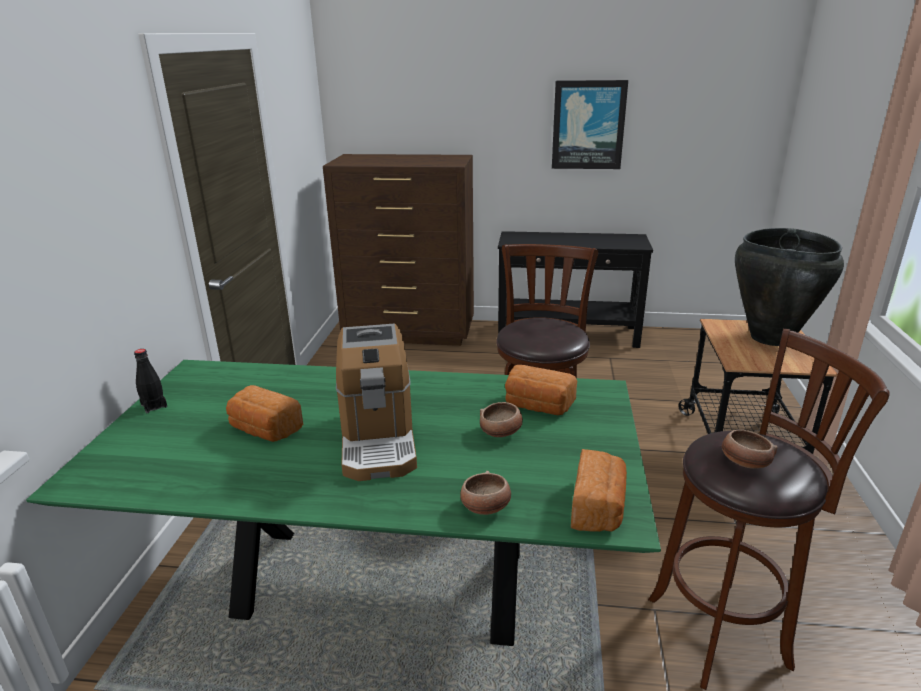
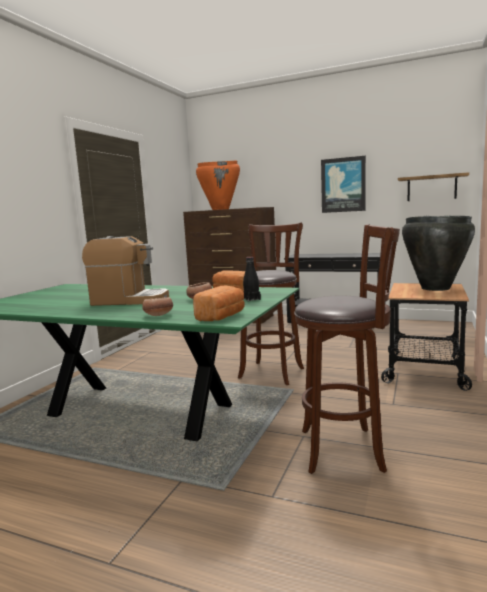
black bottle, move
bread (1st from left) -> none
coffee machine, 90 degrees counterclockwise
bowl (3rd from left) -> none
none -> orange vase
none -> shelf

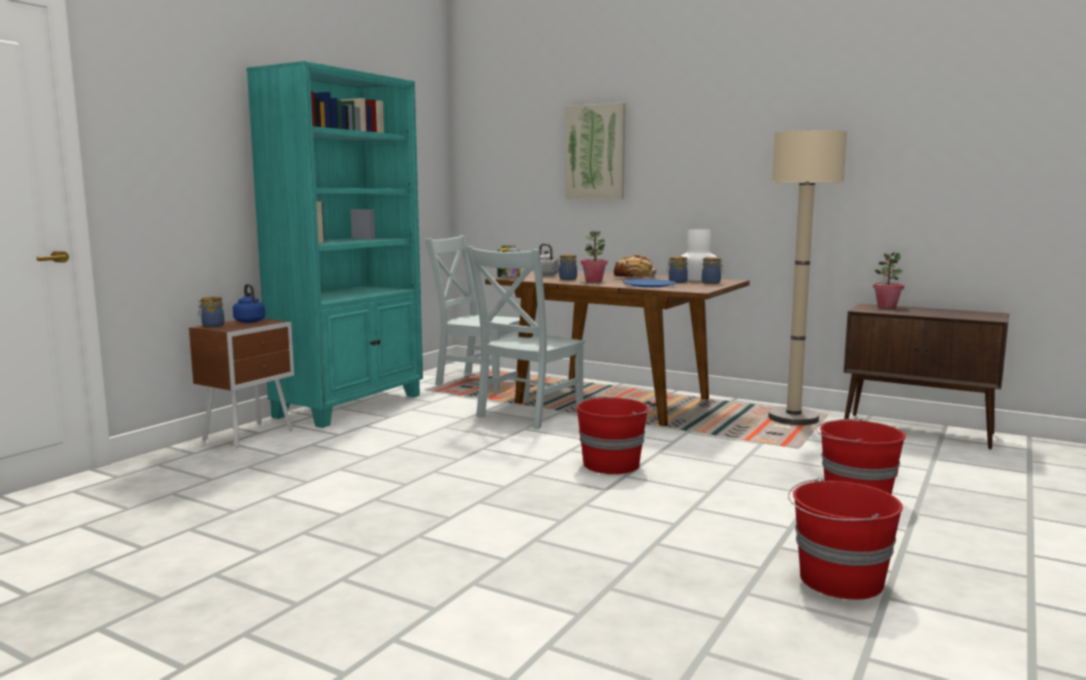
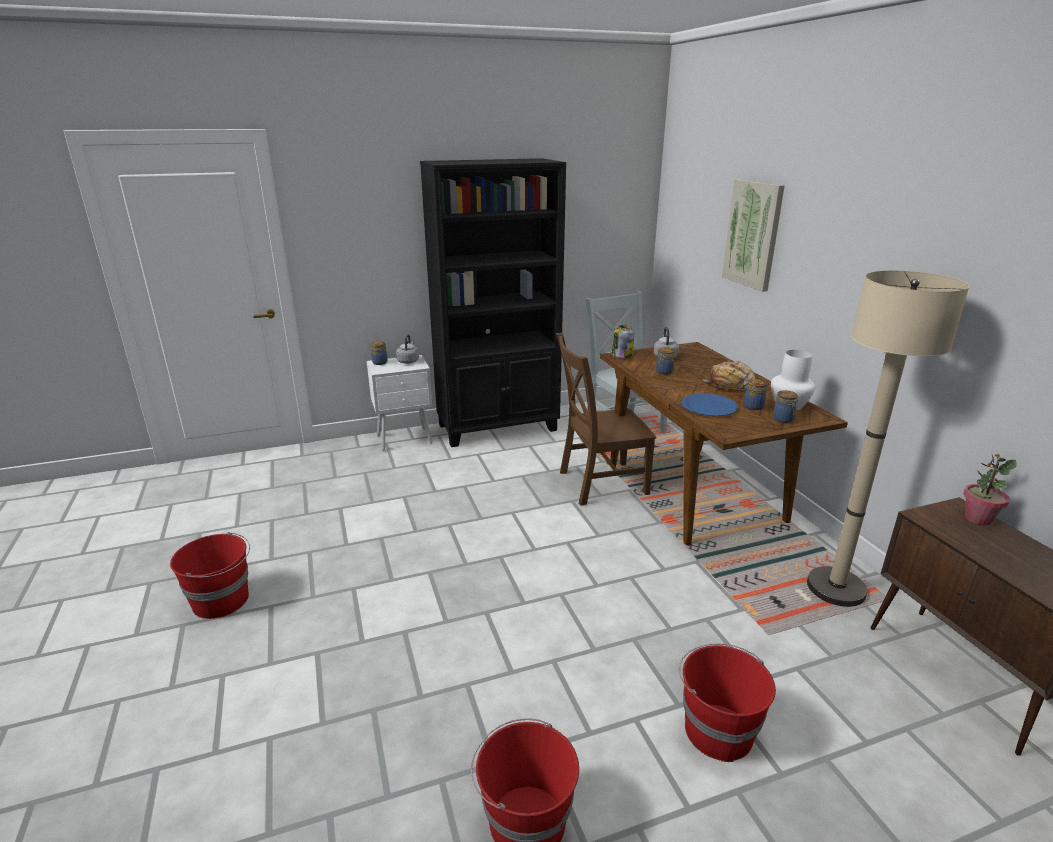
brown nightstand -> white nightstand
blue kettle -> grey kettle (1st from left)
turquoise bookcase -> black bookcase
grey chair (2nd from left) -> brown chair
red bucket (1st from left), move
potted plant (1st from left) -> none

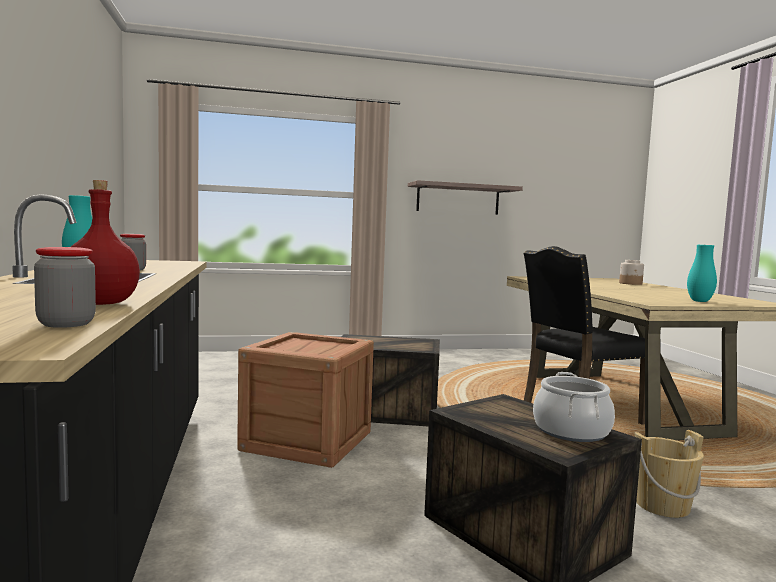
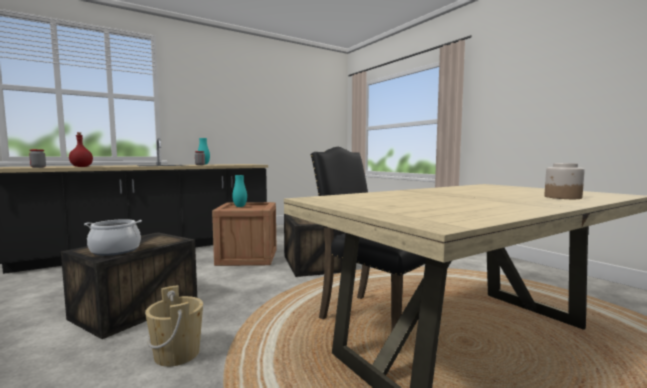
shelf -> none
turquoise vase (2nd from left), move

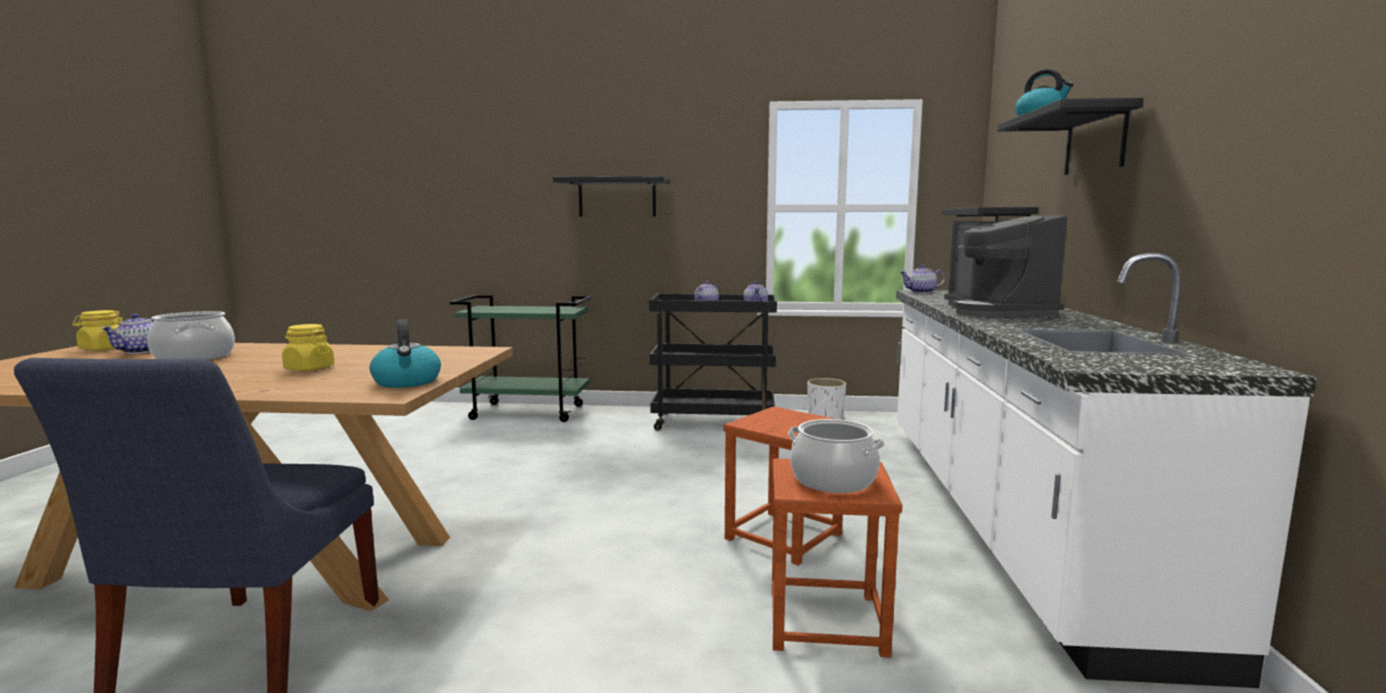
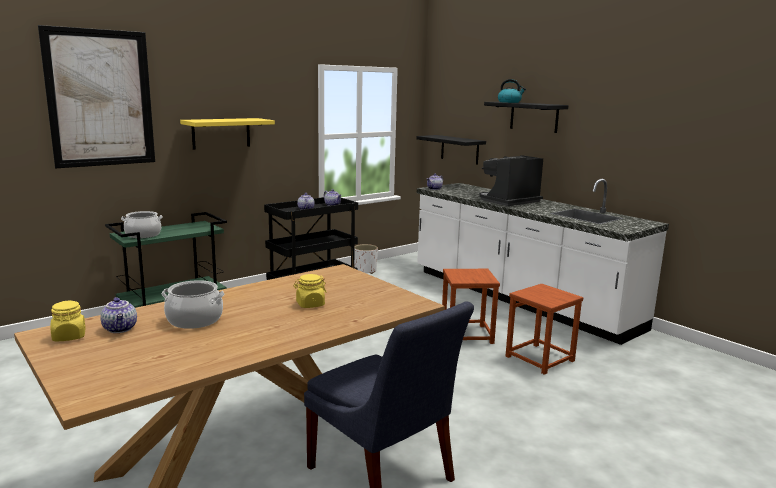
kettle (1st from left) -> none
black shelf (1st from left) -> yellow shelf
cooking pot (2nd from left in the first image) -> cooking pot (1st from left), move
coffee machine, 105 degrees clockwise
none -> picture

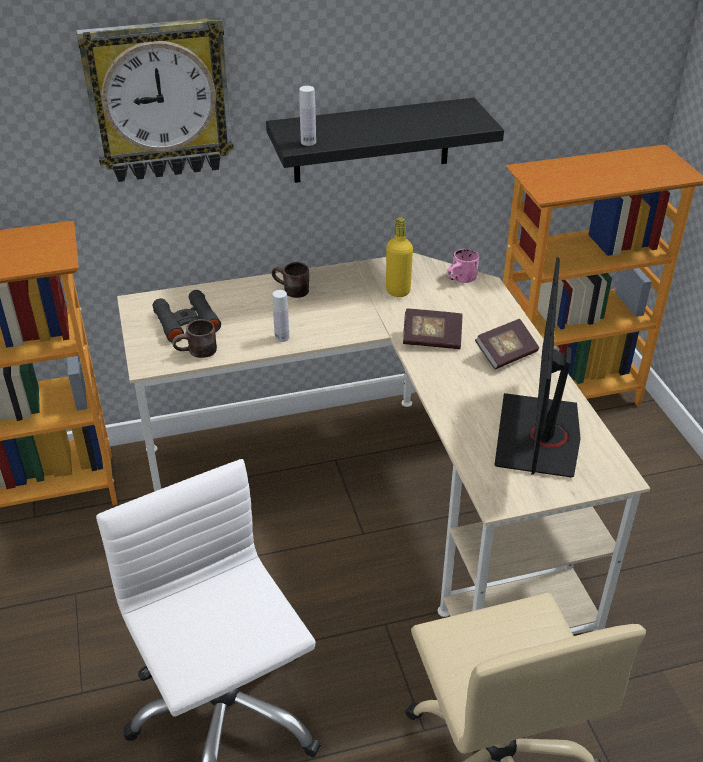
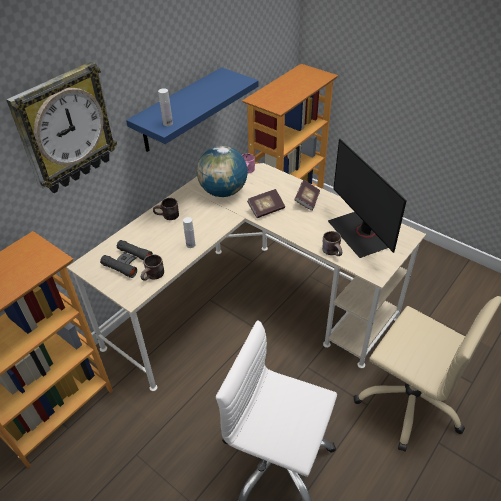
black shelf -> blue shelf
yellow bottle -> globe
none -> brown mug (3rd from left)

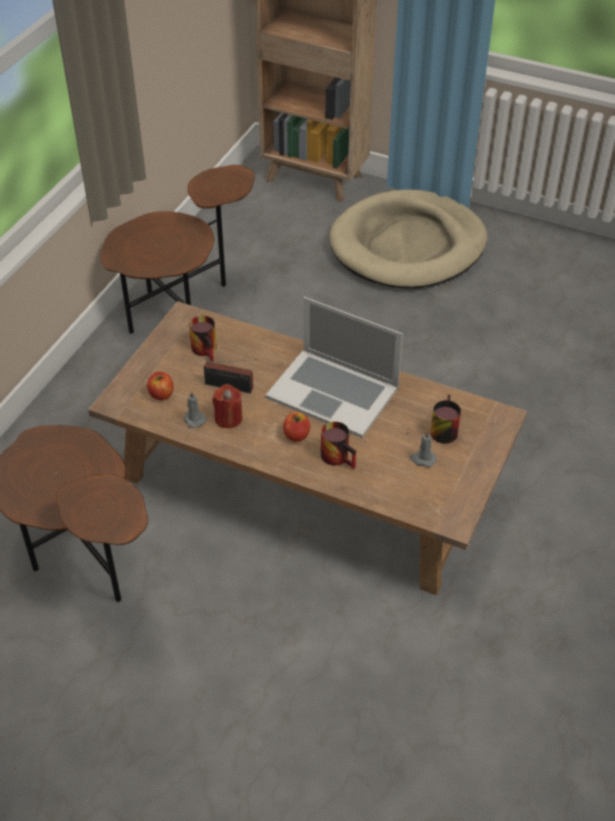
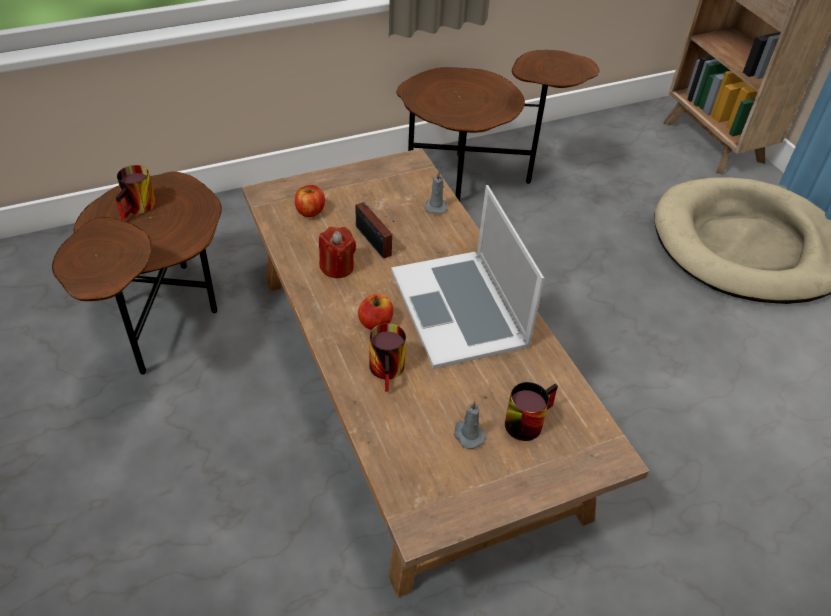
grey candle (1st from left), move
mug (1st from left), move

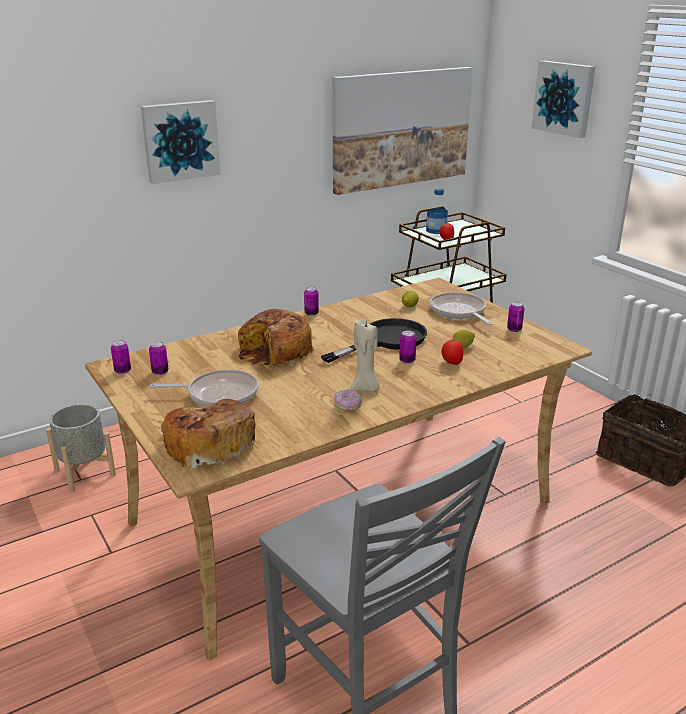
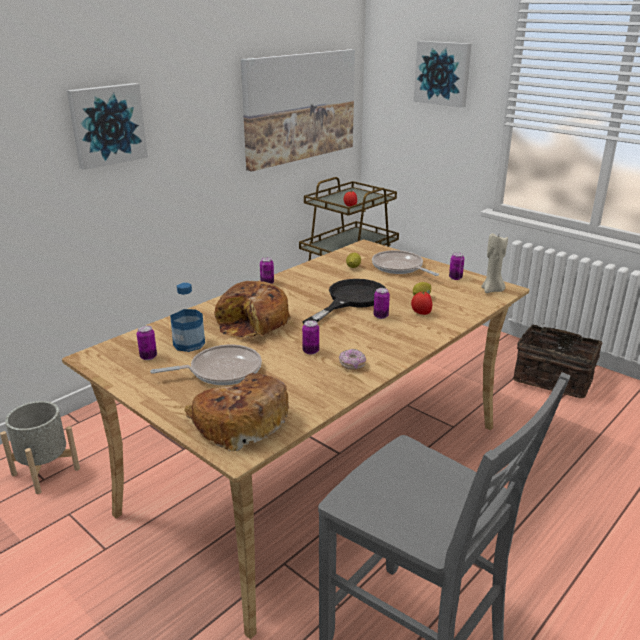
can (1st from left in the first image) -> can (3rd from left), move
beige candle, move
bottle, move

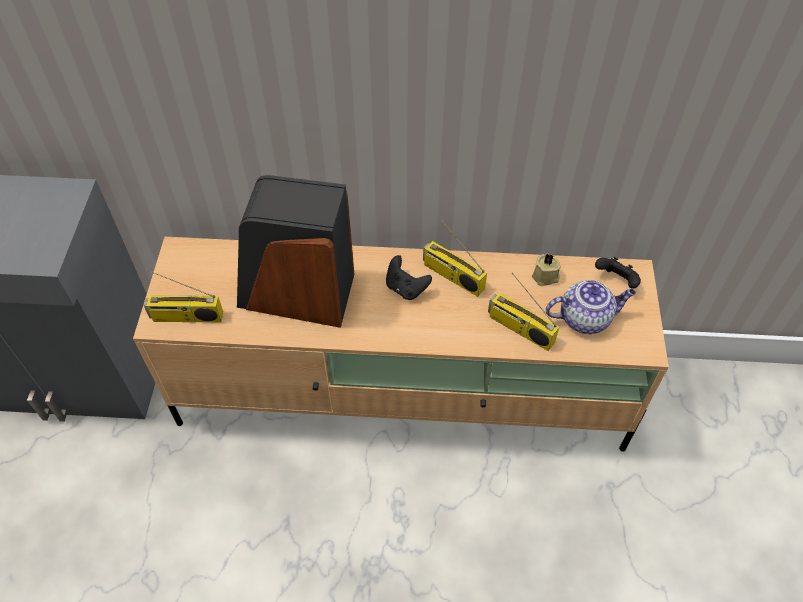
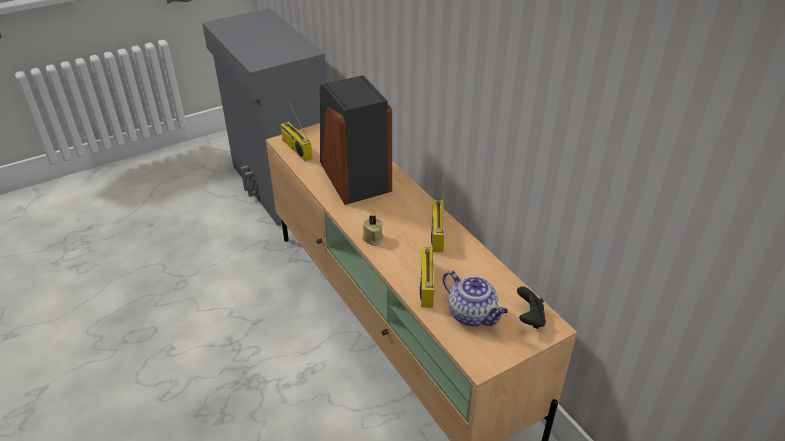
black game controller (1st from left) -> none
beige candle, move

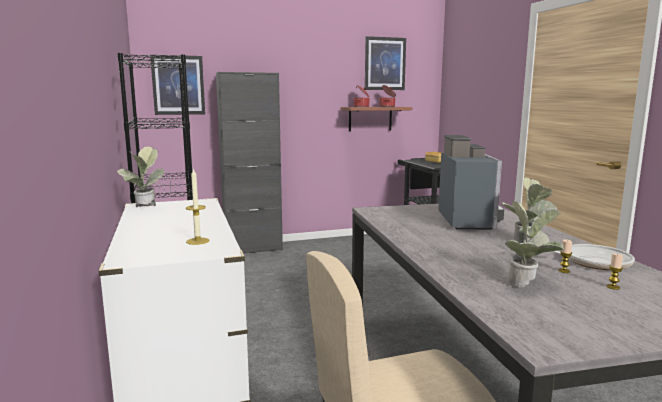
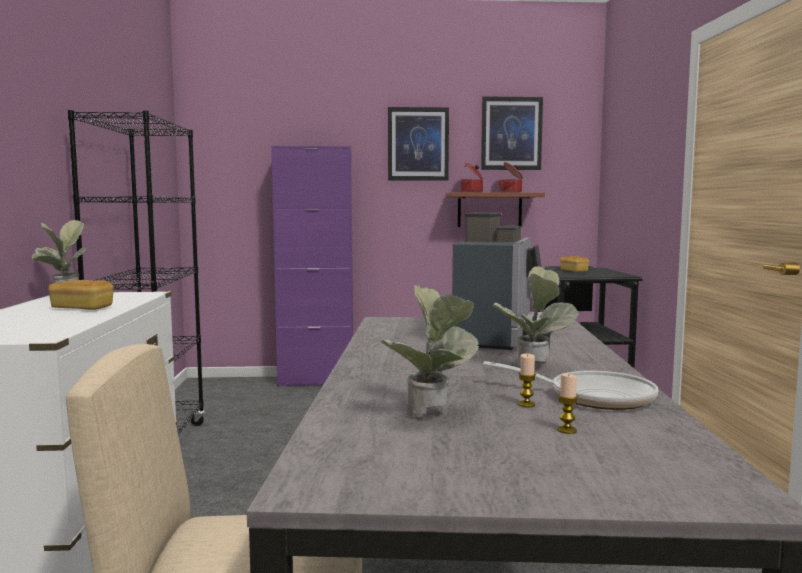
picture (1st from left), move
candle (1st from left) -> none
black cabinet -> purple cabinet
none -> bread (1st from left)

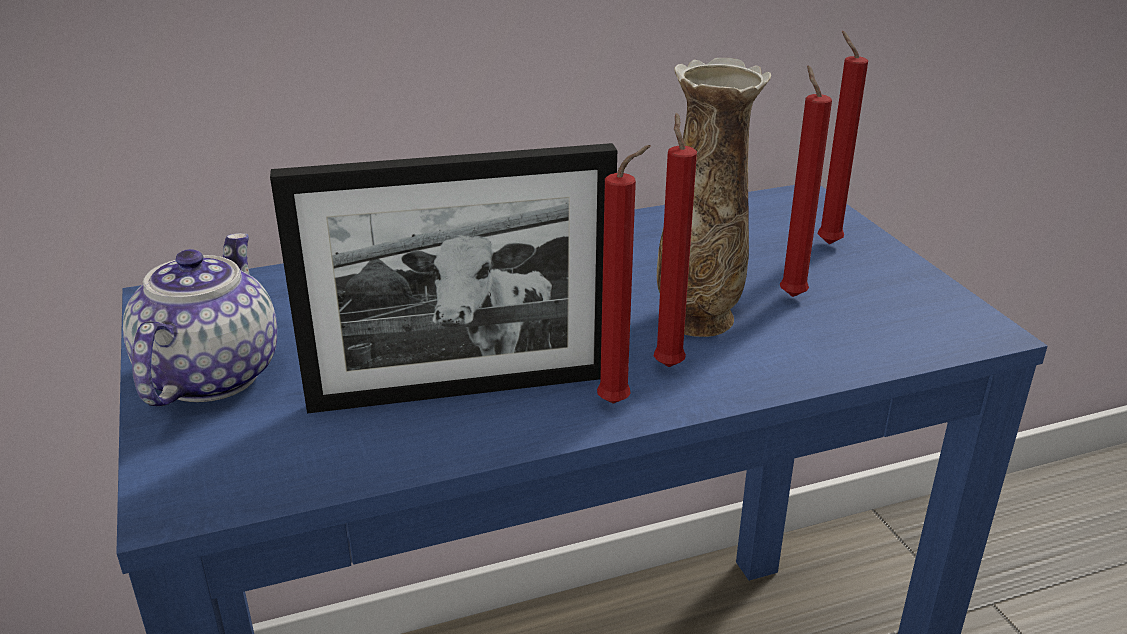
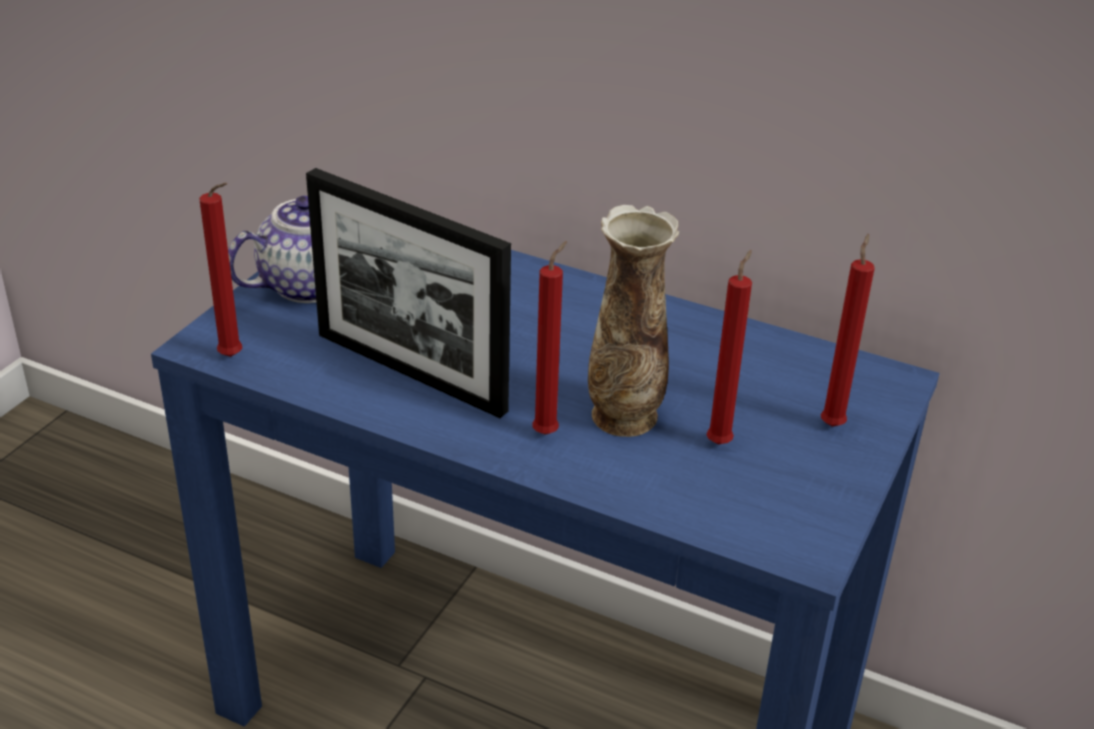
red candle (1st from left), move

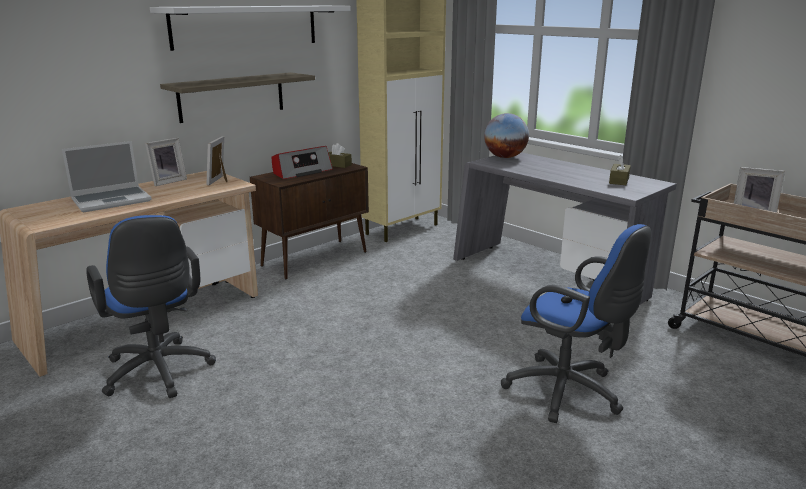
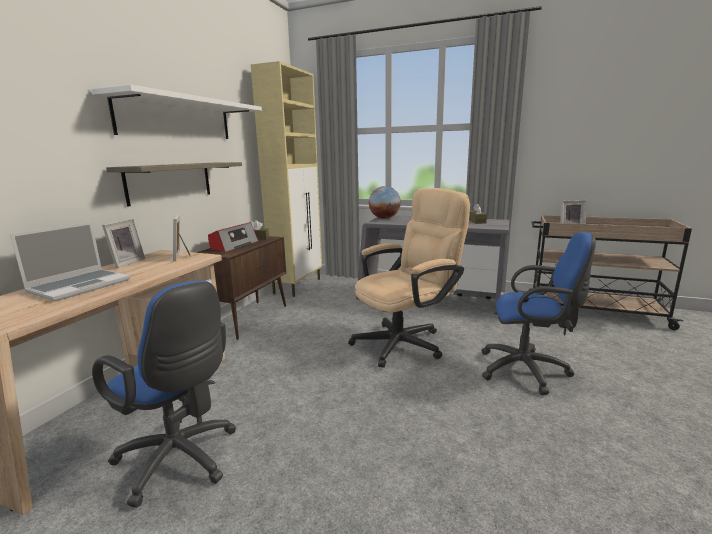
none -> beige office chair

